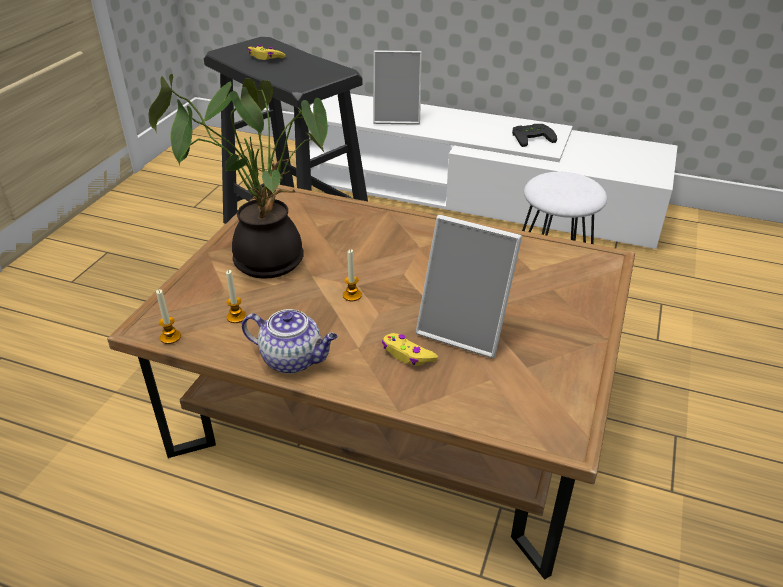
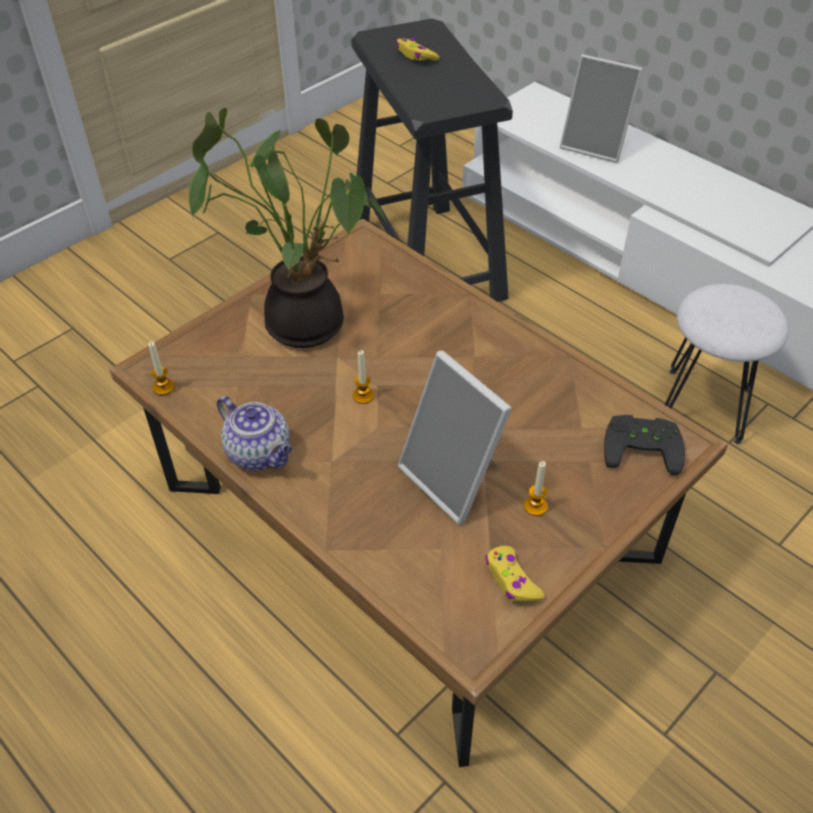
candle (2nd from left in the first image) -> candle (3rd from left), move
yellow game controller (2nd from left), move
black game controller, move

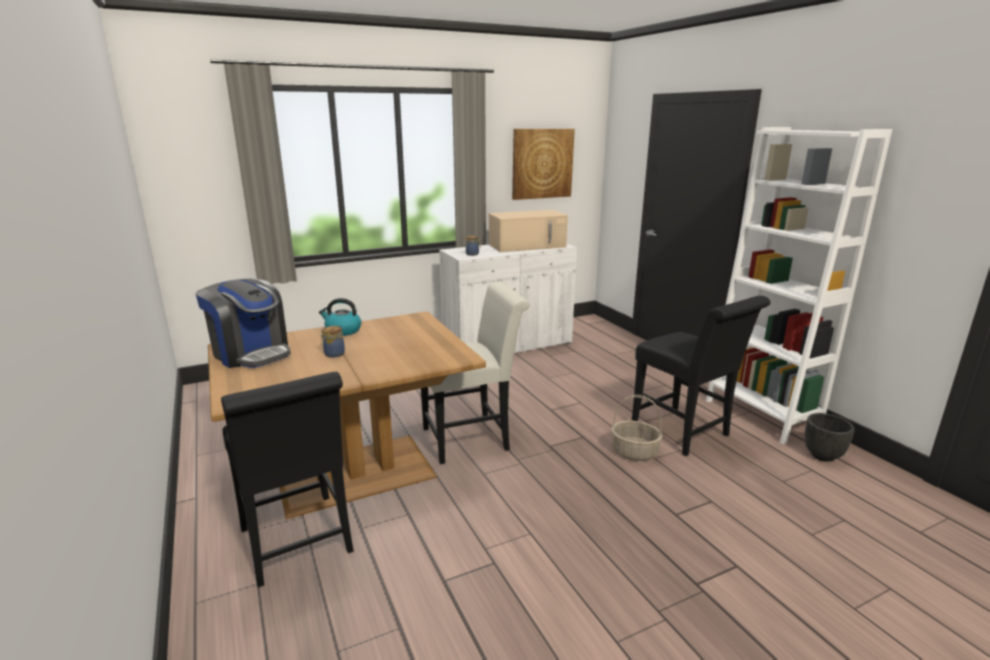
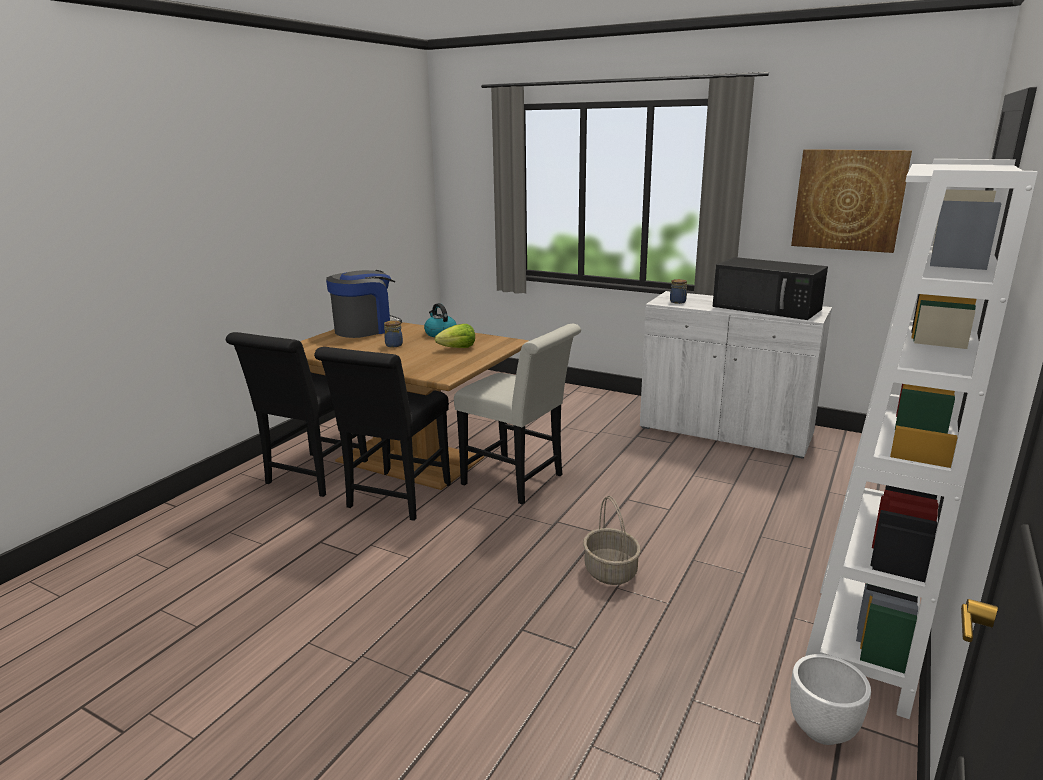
coffee machine, 135 degrees counterclockwise
beige microwave -> black microwave
black chair (2nd from left), move
black planter -> white planter
none -> lettuce

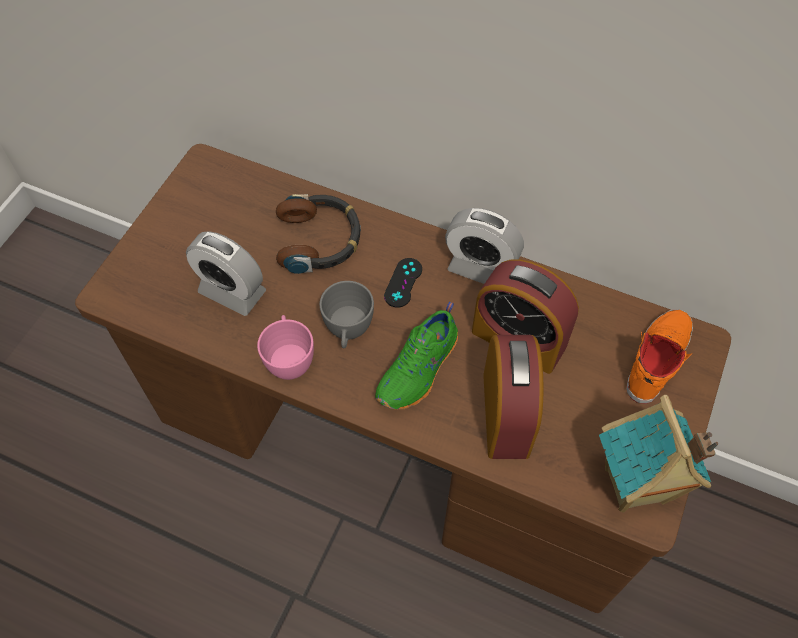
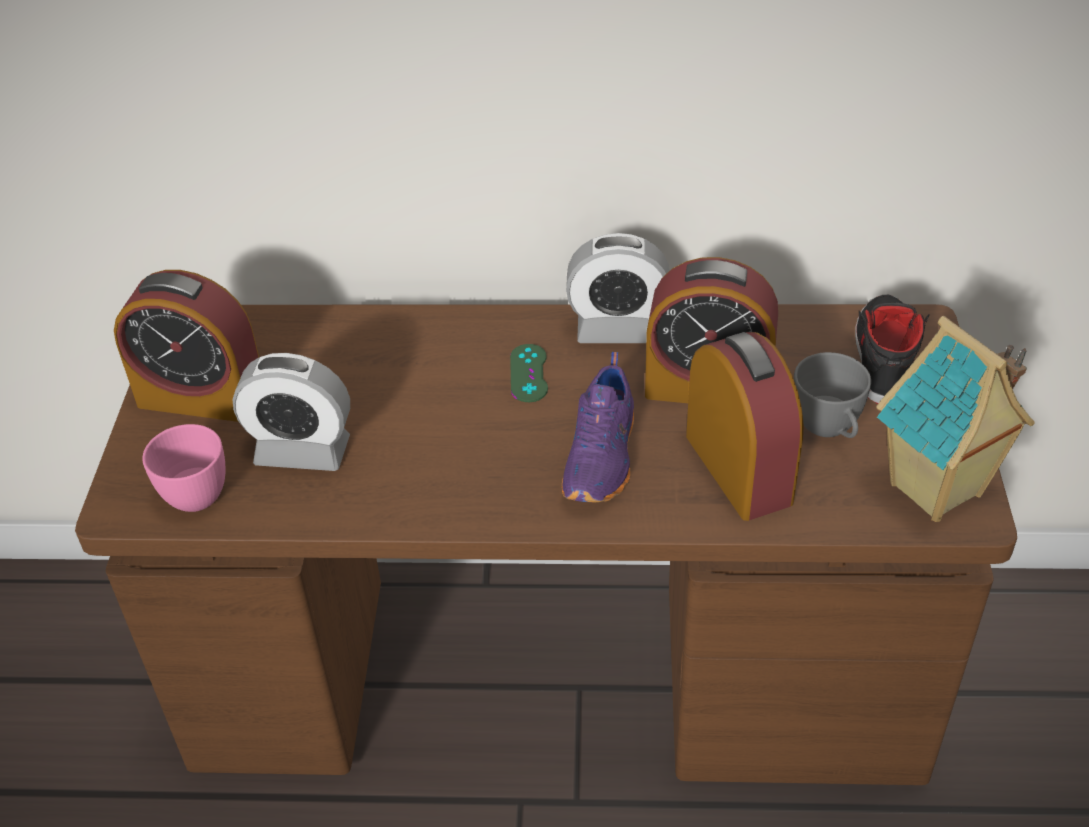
pink cup, move
headphones -> none
grey cup, move
green shoe -> purple shoe
black game controller -> green game controller
orange shoe -> black shoe
none -> alarm clock (1st from left)

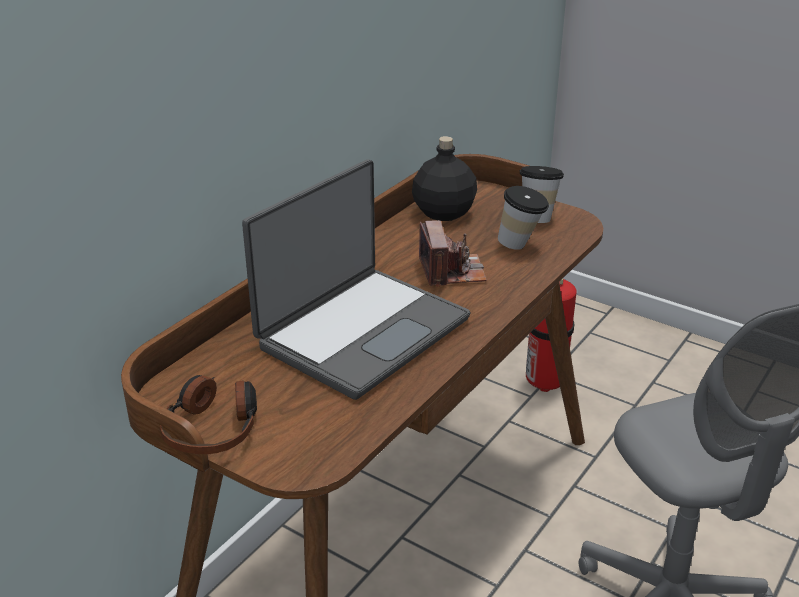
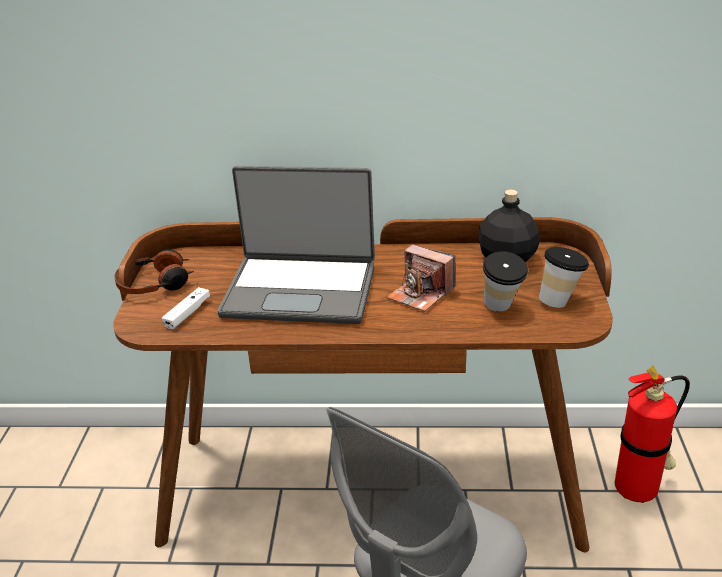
photo camera, 75 degrees clockwise
none -> white game controller

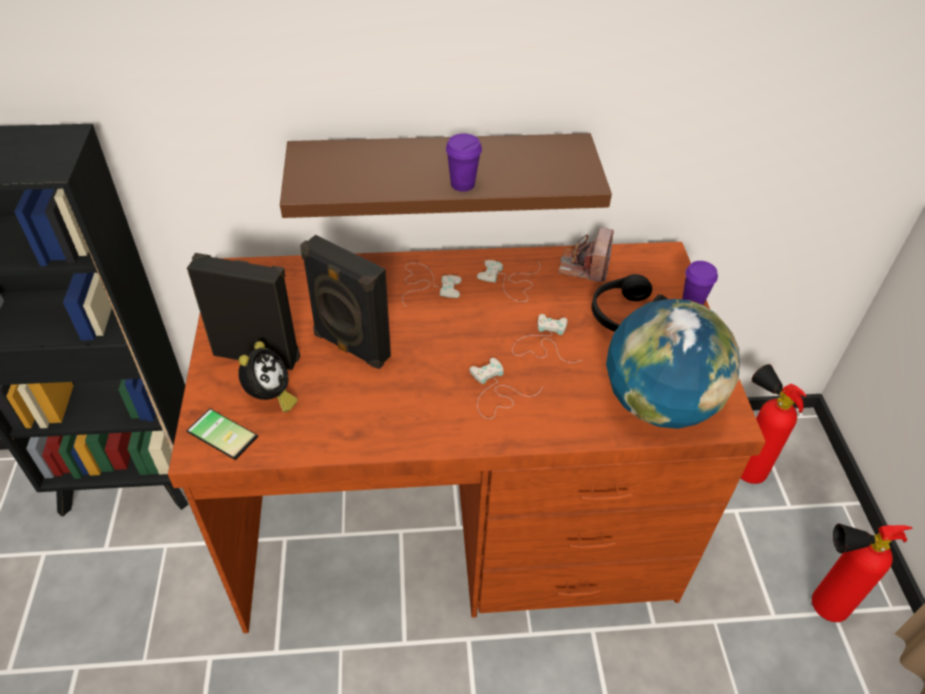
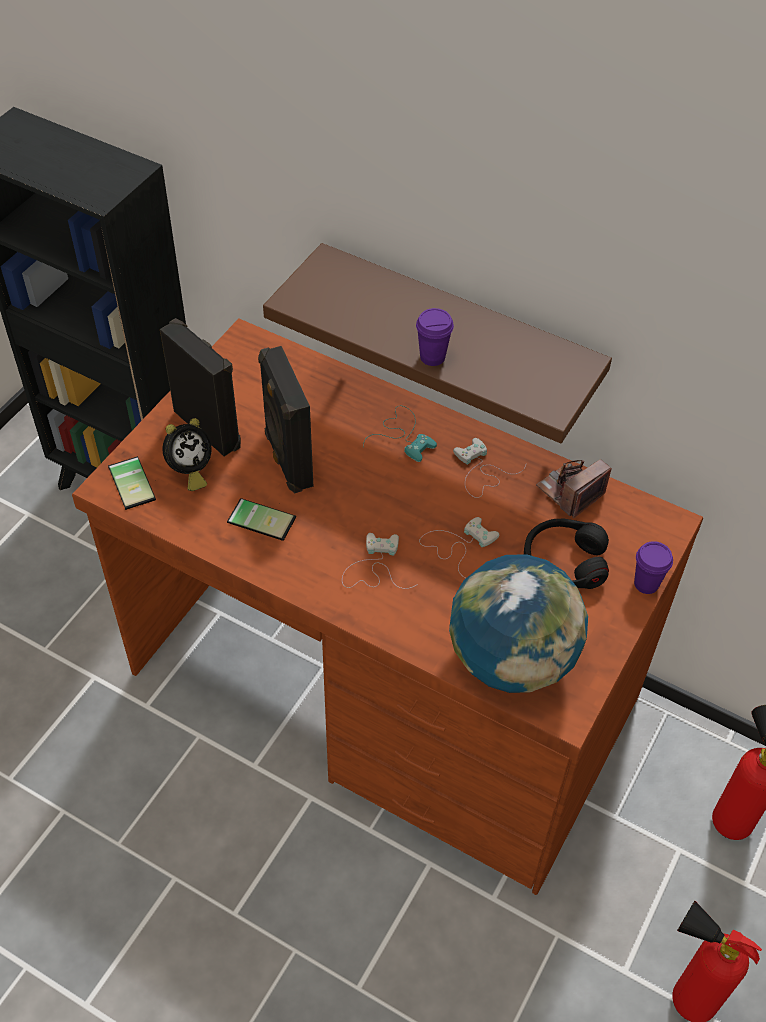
white game controller (1st from left) -> turquoise game controller
none -> phone (2nd from left)

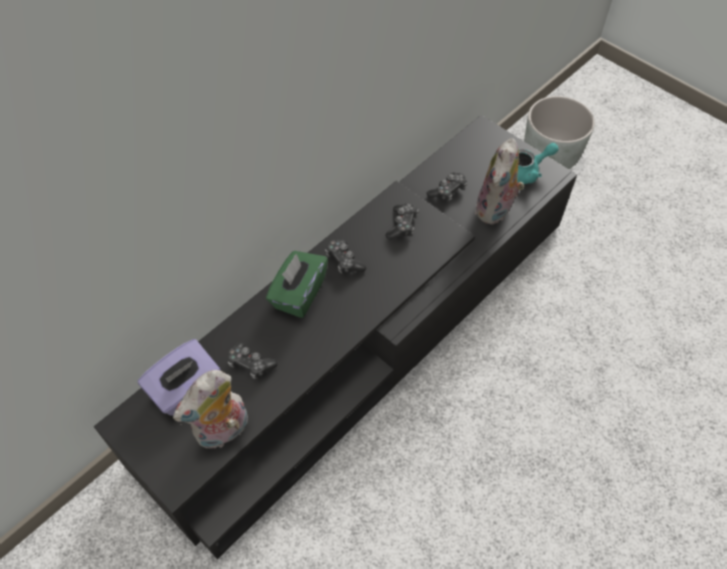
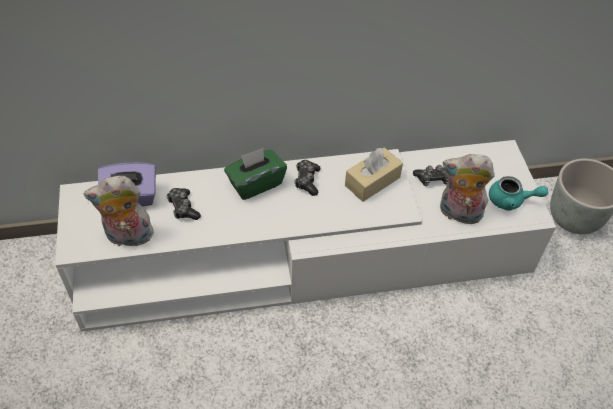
black tv stand -> white tv stand
game controller (3rd from left) -> beige tissue box
plush toy (2nd from left), 45 degrees clockwise

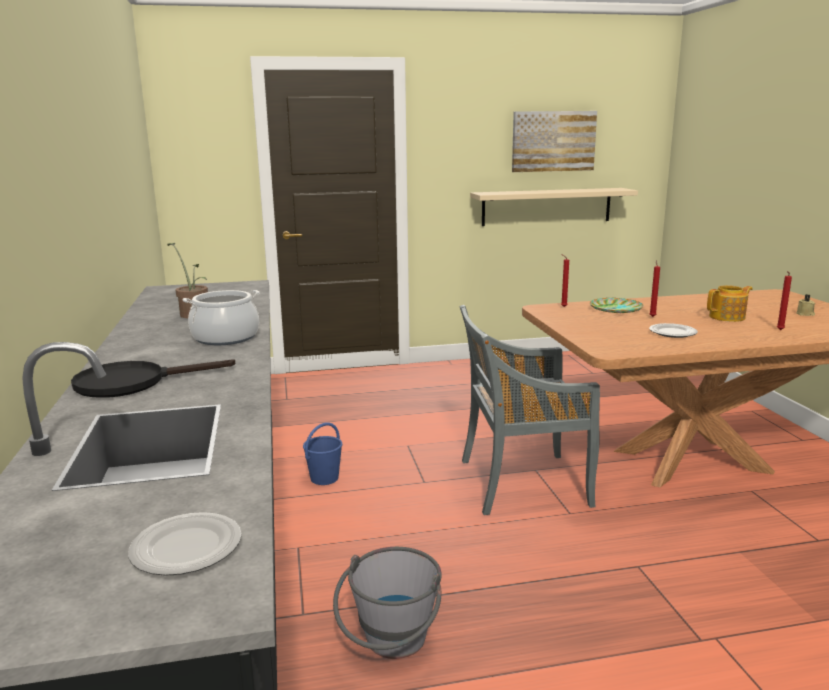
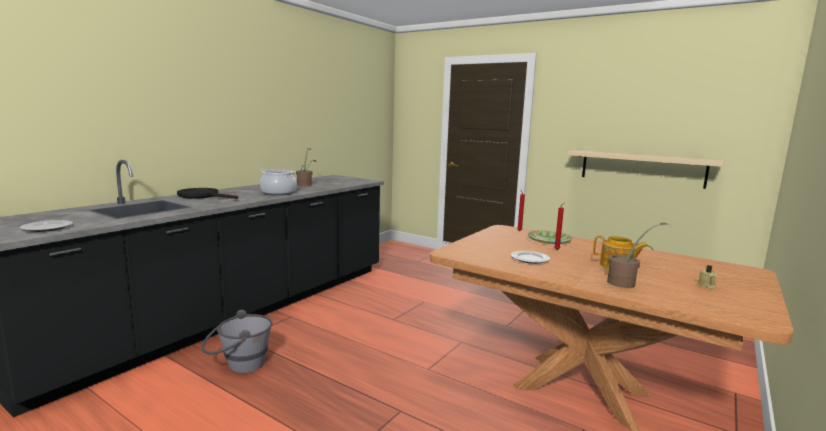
blue bucket -> none
grey chair -> none
picture -> none
red candle (3rd from left) -> potted plant (2nd from left)

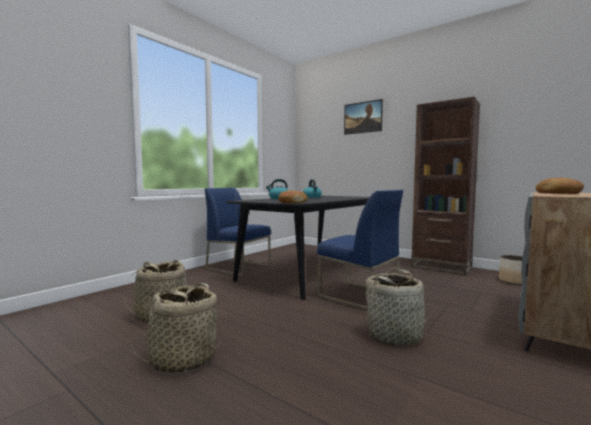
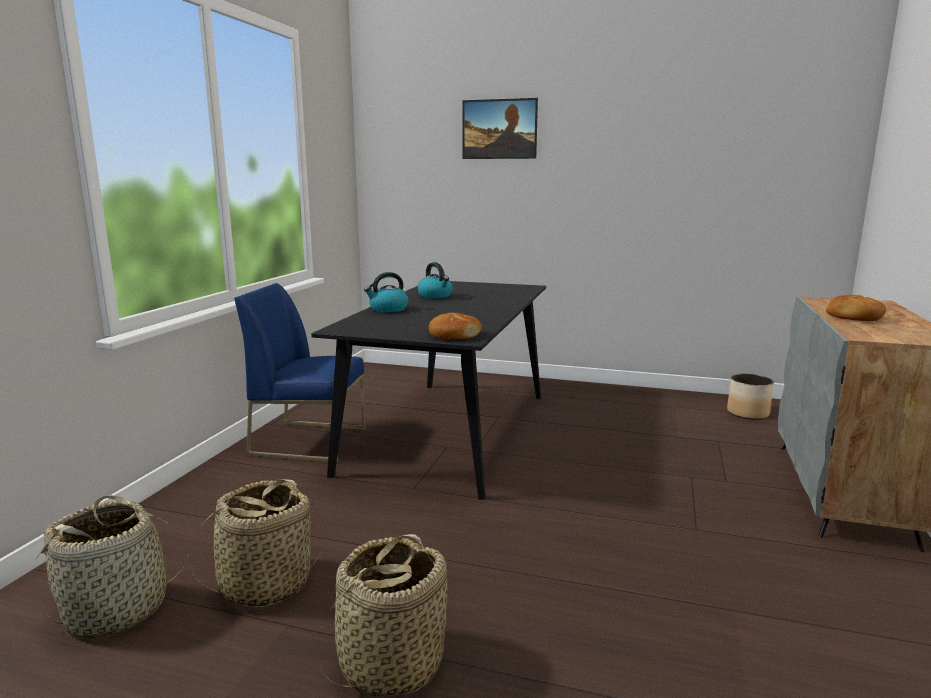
blue chair (2nd from left) -> none
basket (3rd from left in the first image) -> basket (1st from left), move
brown bookcase -> none

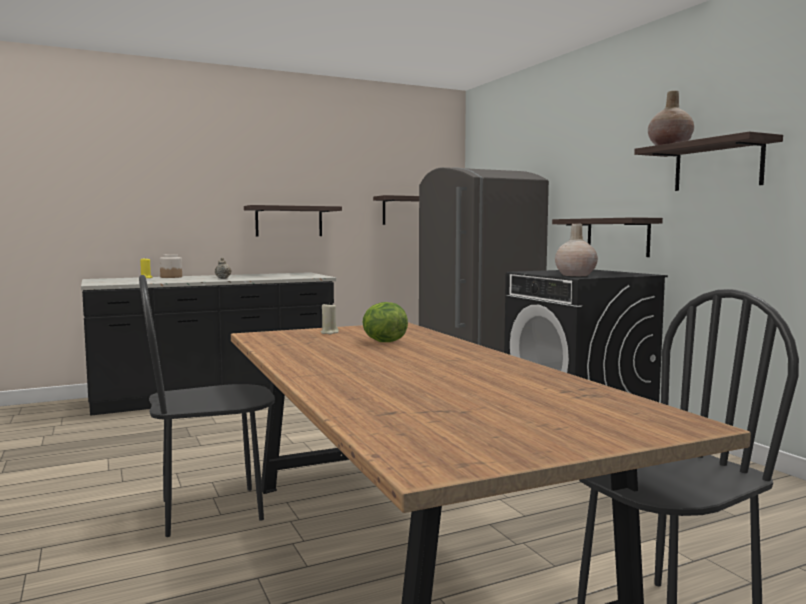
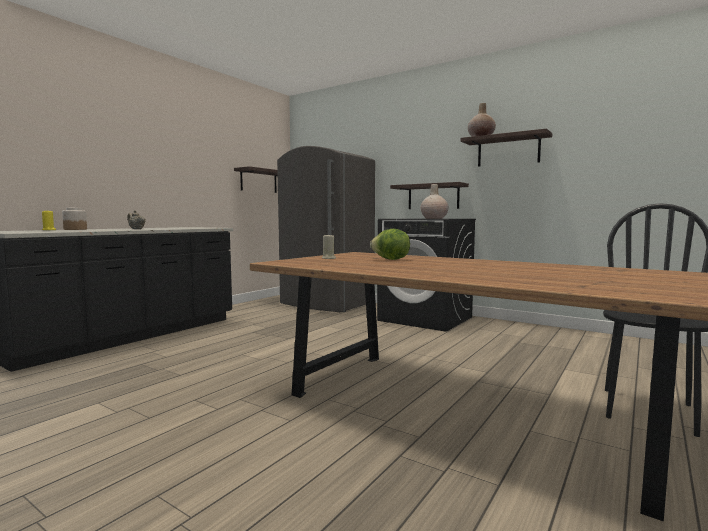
black chair (1st from left) -> none
shelf (1st from left) -> none

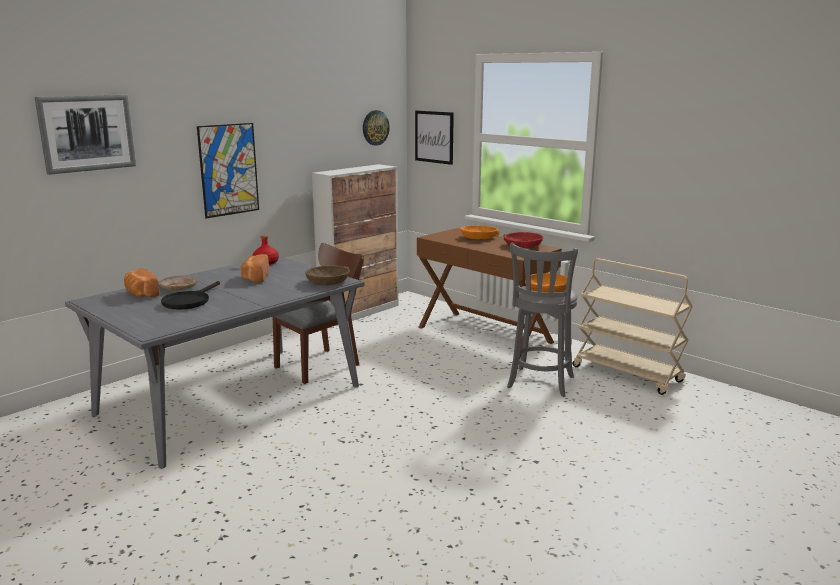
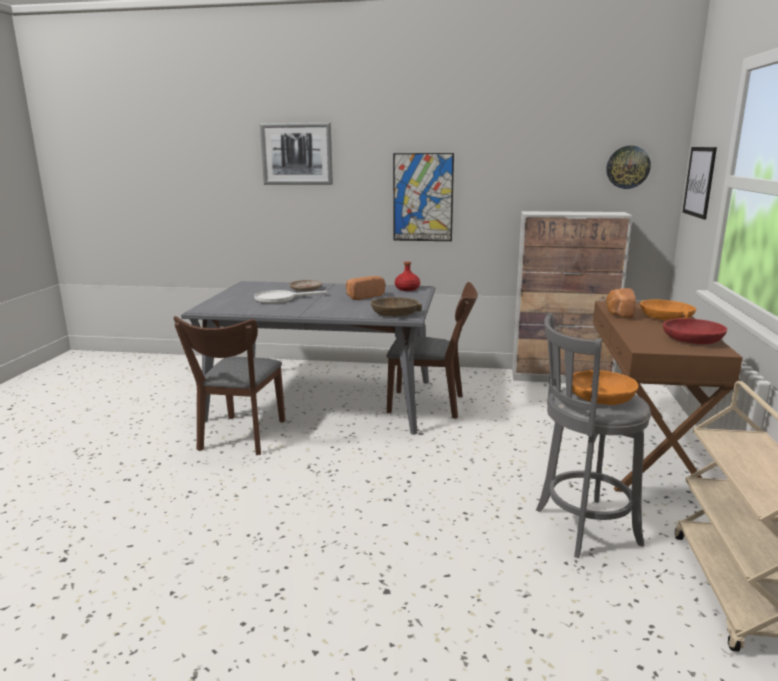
bread (1st from left in the first image) -> bread (2nd from left), move
black frying pan -> white frying pan
none -> brown chair (1st from left)

